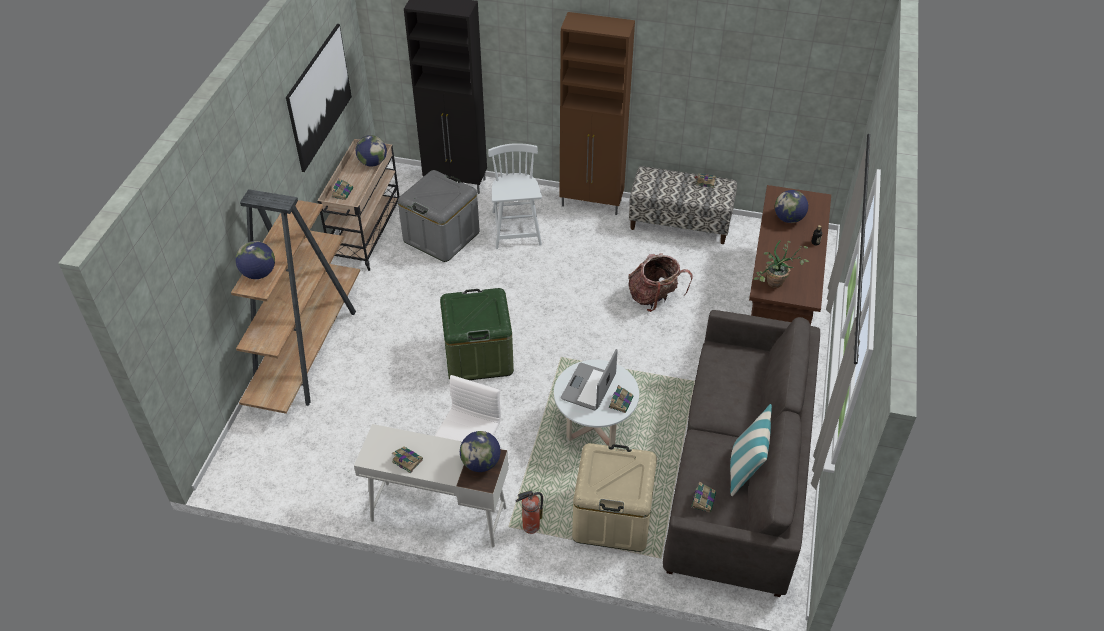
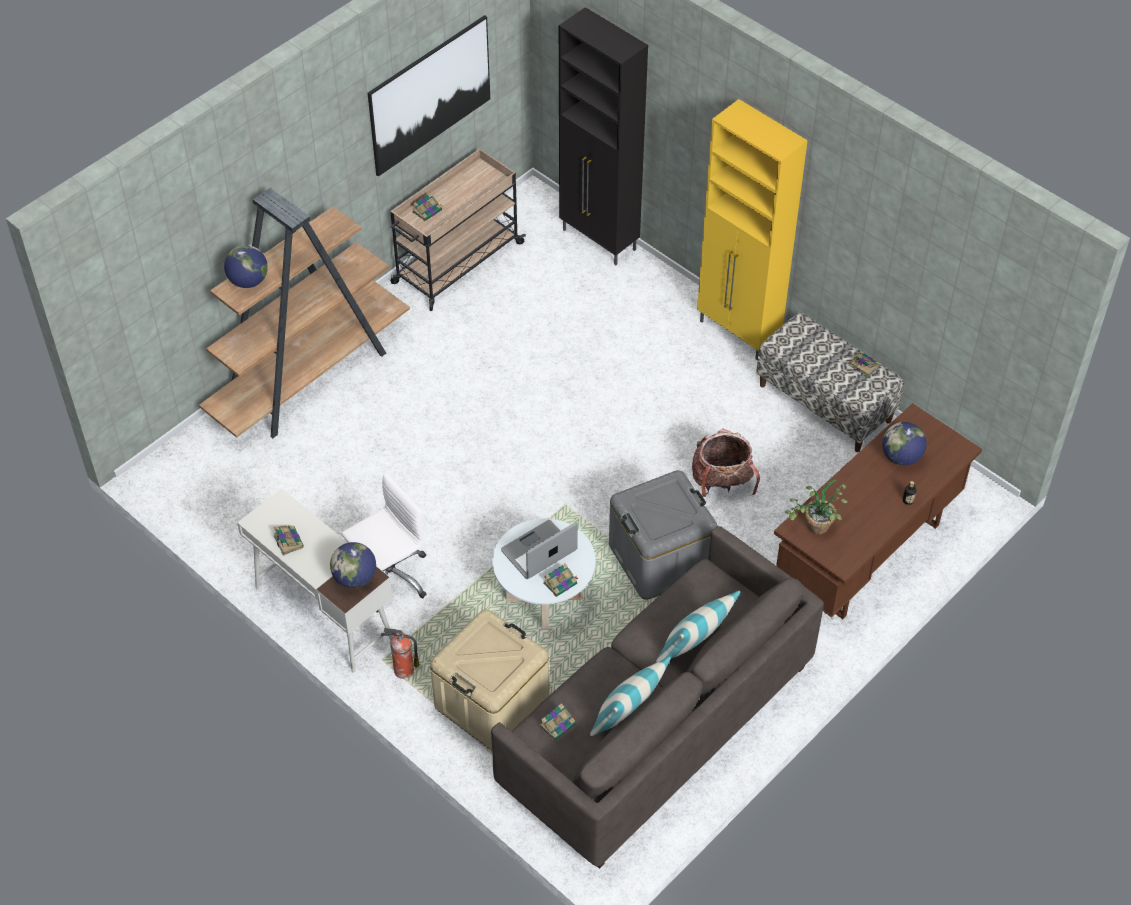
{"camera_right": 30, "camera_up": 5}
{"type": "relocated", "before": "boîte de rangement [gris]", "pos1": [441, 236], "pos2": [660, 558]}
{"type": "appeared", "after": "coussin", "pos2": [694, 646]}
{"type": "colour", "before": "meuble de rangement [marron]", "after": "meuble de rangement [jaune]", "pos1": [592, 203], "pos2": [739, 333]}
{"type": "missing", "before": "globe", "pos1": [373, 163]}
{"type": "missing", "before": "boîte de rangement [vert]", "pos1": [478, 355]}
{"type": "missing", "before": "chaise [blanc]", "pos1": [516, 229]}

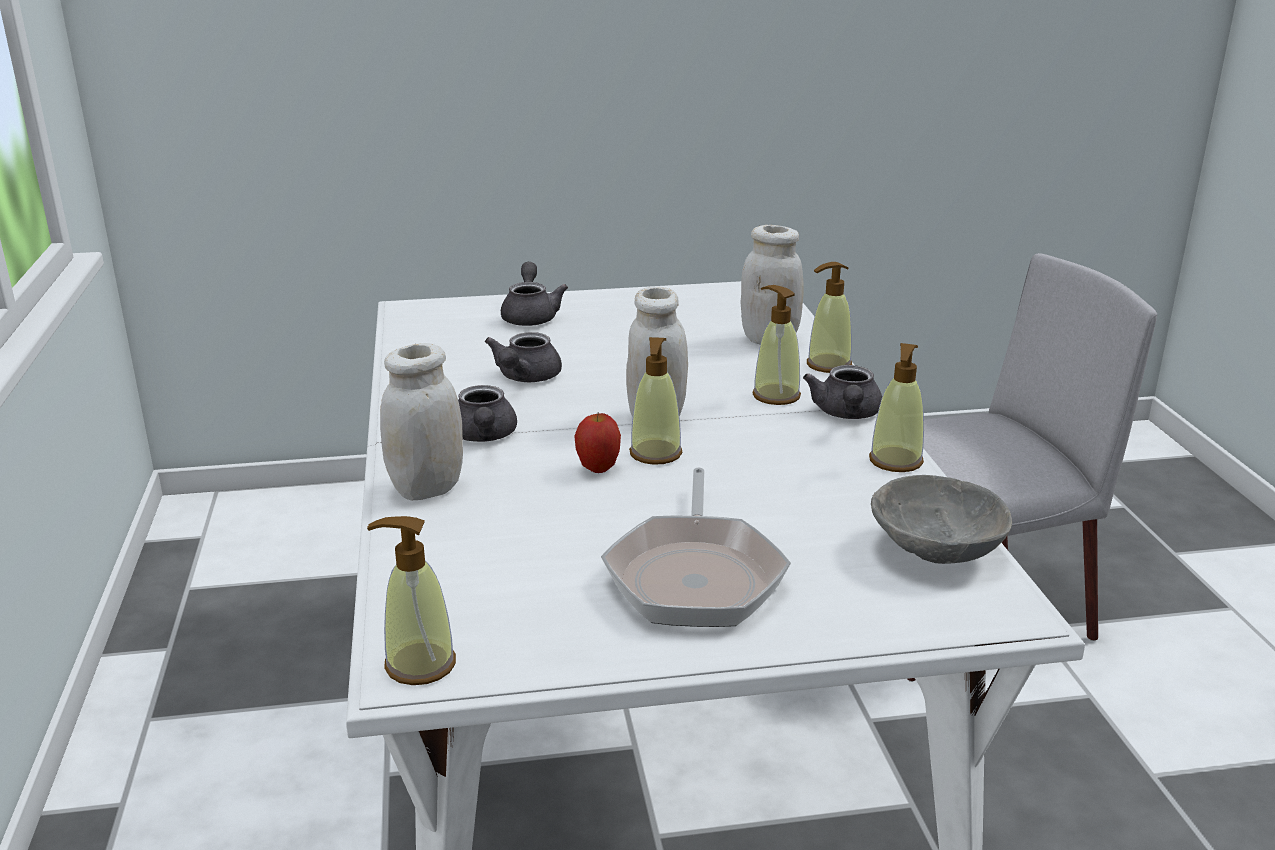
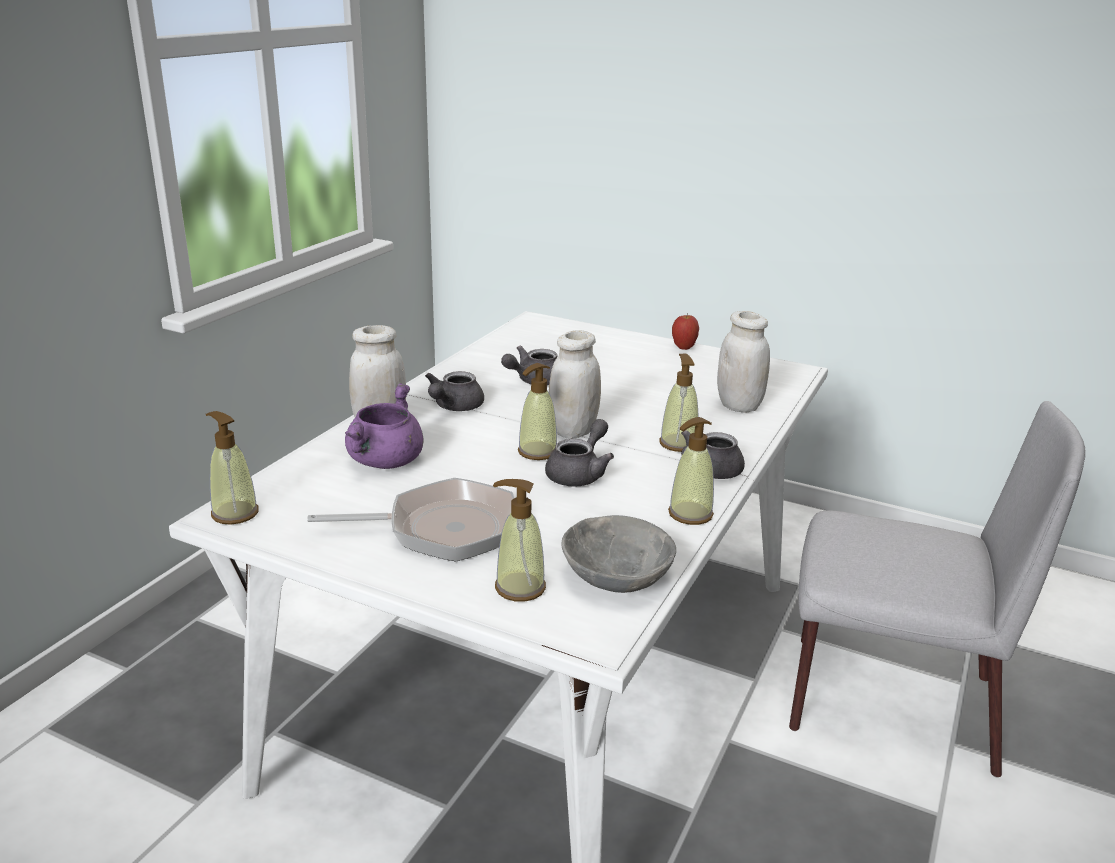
{"camera_right": 35, "camera_up": 0}
{"type": "spun", "before": "poêle", "pos1": [695, 575], "pos2": [443, 529], "turn": -135}
{"type": "appeared", "after": "marmite [violet]", "pos2": [386, 462]}
{"type": "relocated", "before": "distributeur de savon", "pos1": [828, 365], "pos2": [519, 587]}
{"type": "relocated", "before": "théière [gris]", "pos1": [531, 316], "pos2": [579, 473]}
{"type": "relocated", "before": "pomme", "pos1": [598, 469], "pos2": [683, 348]}

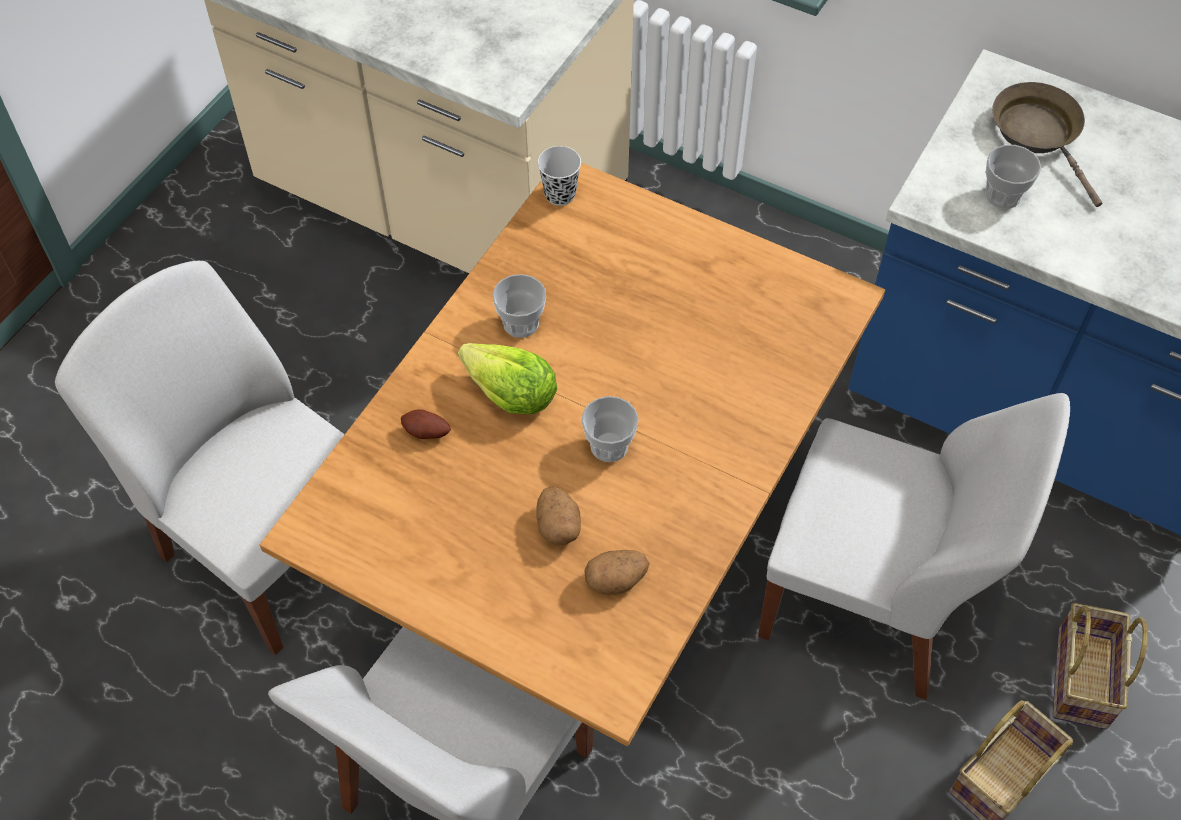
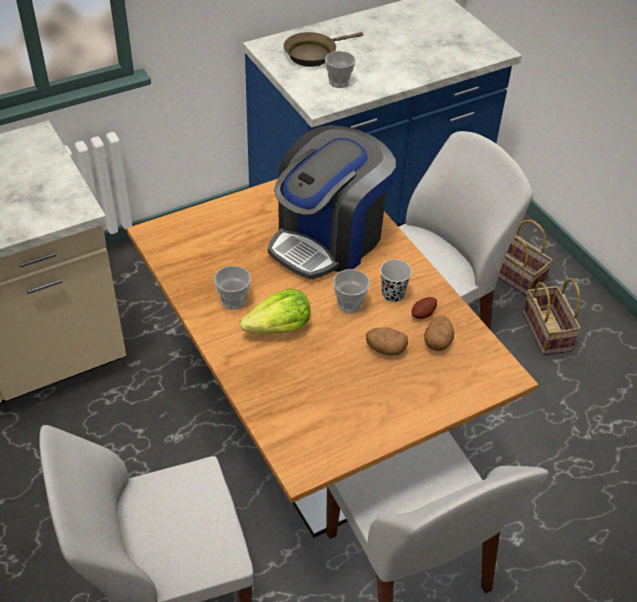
{"camera_right": -60, "camera_up": -10}
{"type": "appeared", "after": "machine à café", "pos2": [328, 239]}
{"type": "spun", "before": "poêle [marron]", "pos1": [1039, 135], "pos2": [313, 54], "turn": -45}
{"type": "relocated", "before": "tasse [noir]", "pos1": [560, 194], "pos2": [393, 294]}
{"type": "relocated", "before": "pomme de terre", "pos1": [426, 433], "pos2": [424, 314]}

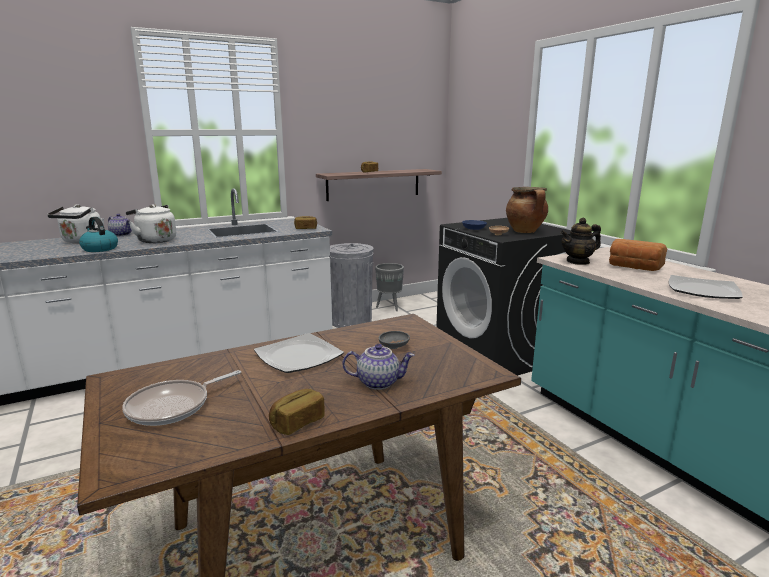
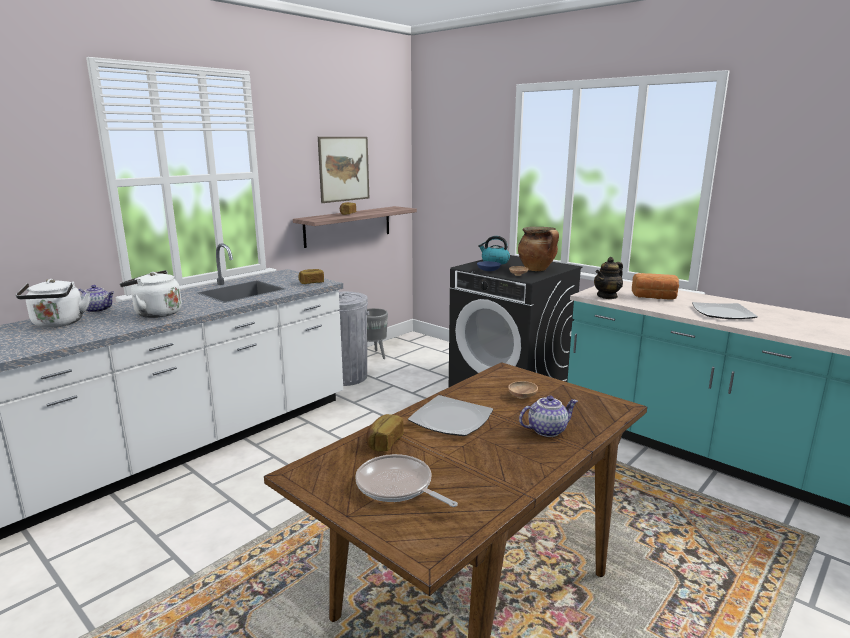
{"camera_right": -20, "camera_up": 0}
{"type": "appeared", "after": "tableau", "pos2": [344, 169]}
{"type": "spun", "before": "poêle", "pos1": [173, 406], "pos2": [397, 486], "turn": 105}
{"type": "relocated", "before": "pain", "pos1": [297, 422], "pos2": [384, 442]}
{"type": "relocated", "before": "bouilloire", "pos1": [99, 249], "pos2": [494, 262]}
{"type": "colour", "before": "bol [gris]", "after": "bol [marron]", "pos1": [394, 347], "pos2": [522, 396]}

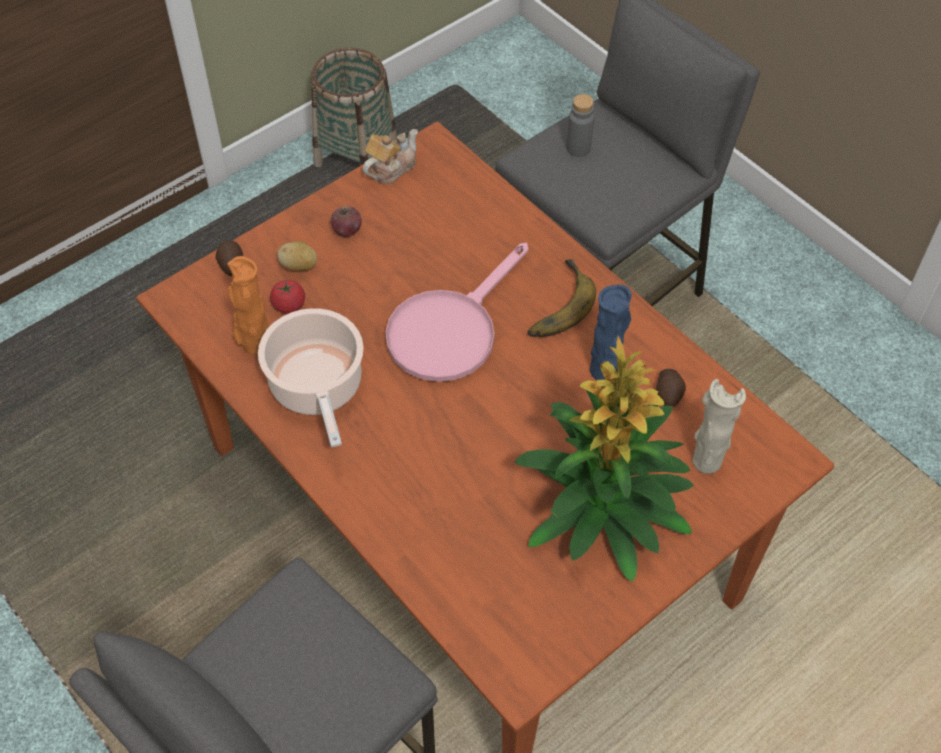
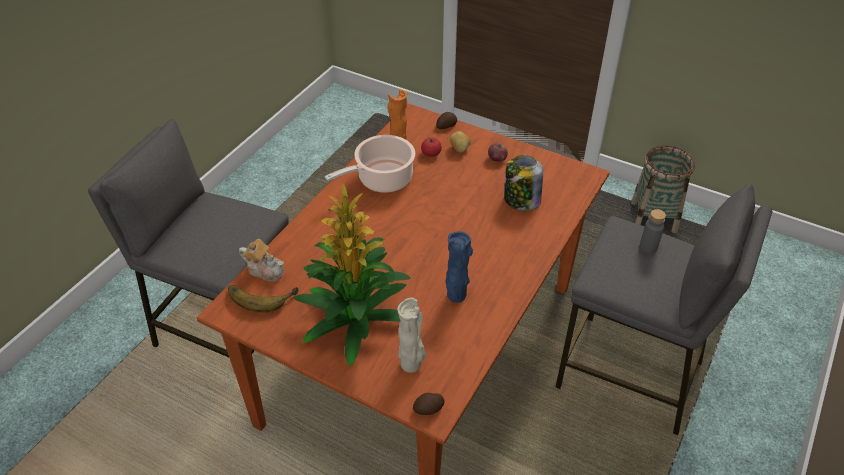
{"camera_right": 70, "camera_up": -10}
{"type": "relocated", "before": "banane", "pos1": [554, 304], "pos2": [261, 294]}
{"type": "relocated", "before": "théière", "pos1": [390, 168], "pos2": [265, 270]}
{"type": "relocated", "before": "pomme de terre", "pos1": [669, 393], "pos2": [429, 409]}
{"type": "appeared", "after": "bocal", "pos2": [521, 200]}
{"type": "missing", "before": "poêle [rose]", "pos1": [450, 329]}

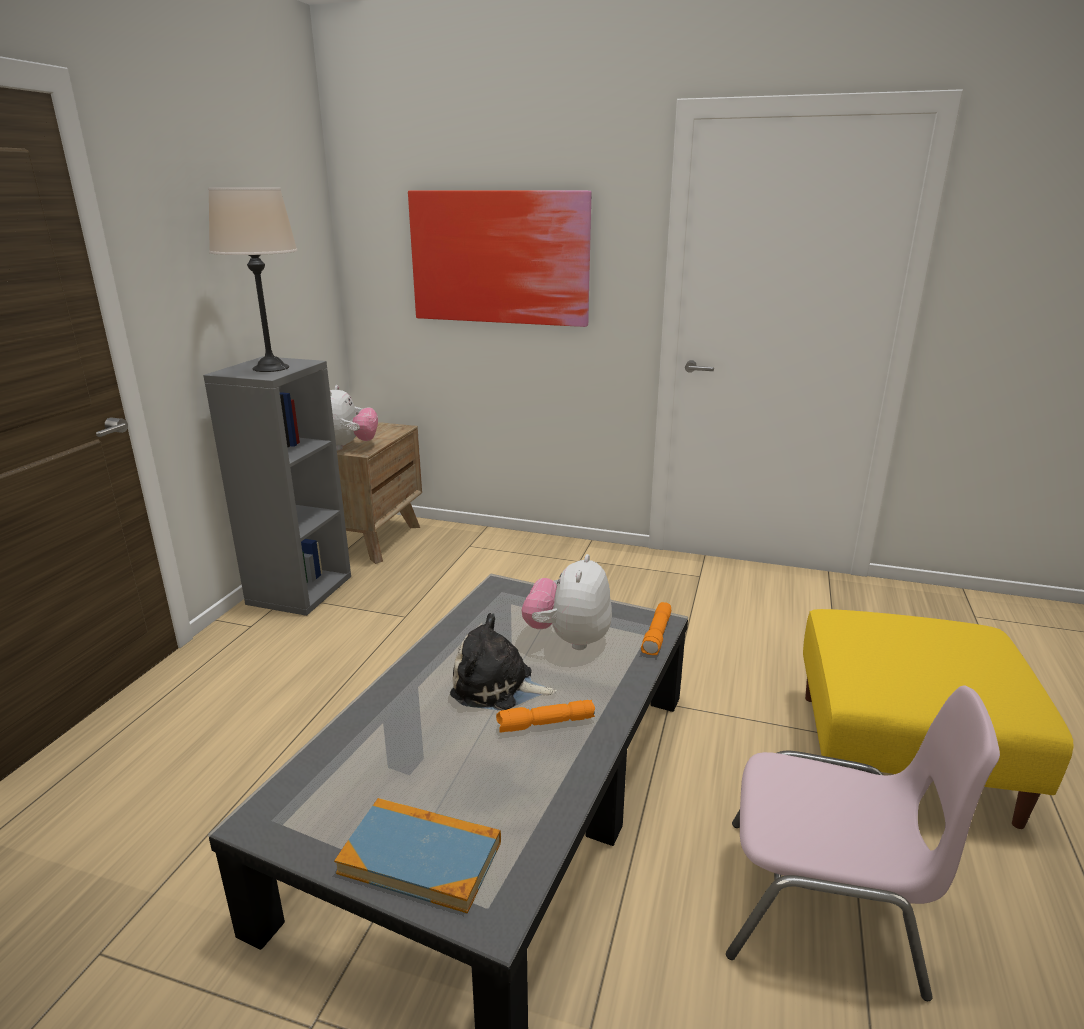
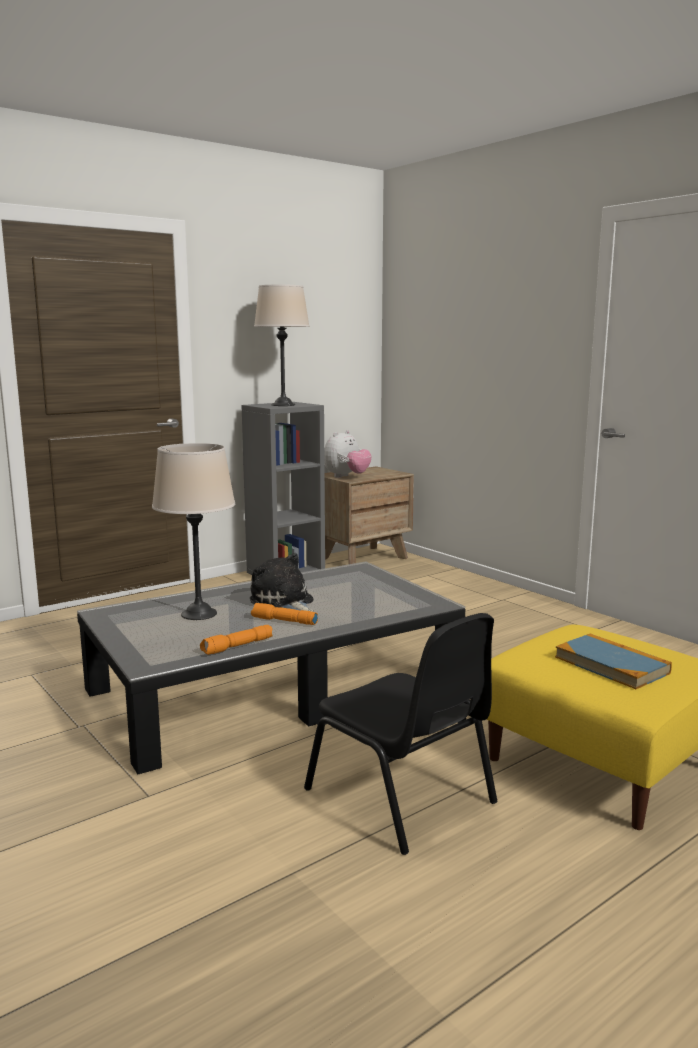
{"camera_right": 35, "camera_up": -10}
{"type": "appeared", "after": "lampe de table [beige]", "pos2": [198, 614]}
{"type": "relocated", "before": "lampe de poche [orange]", "pos1": [657, 635], "pos2": [237, 647]}
{"type": "colour", "before": "chaise [rose]", "after": "chaise [noir]", "pos1": [824, 906], "pos2": [402, 797]}
{"type": "relocated", "before": "livre", "pos1": [420, 857], "pos2": [611, 665]}
{"type": "missing", "before": "tableau", "pos1": [499, 258]}
{"type": "missing", "before": "peluche", "pos1": [569, 639]}

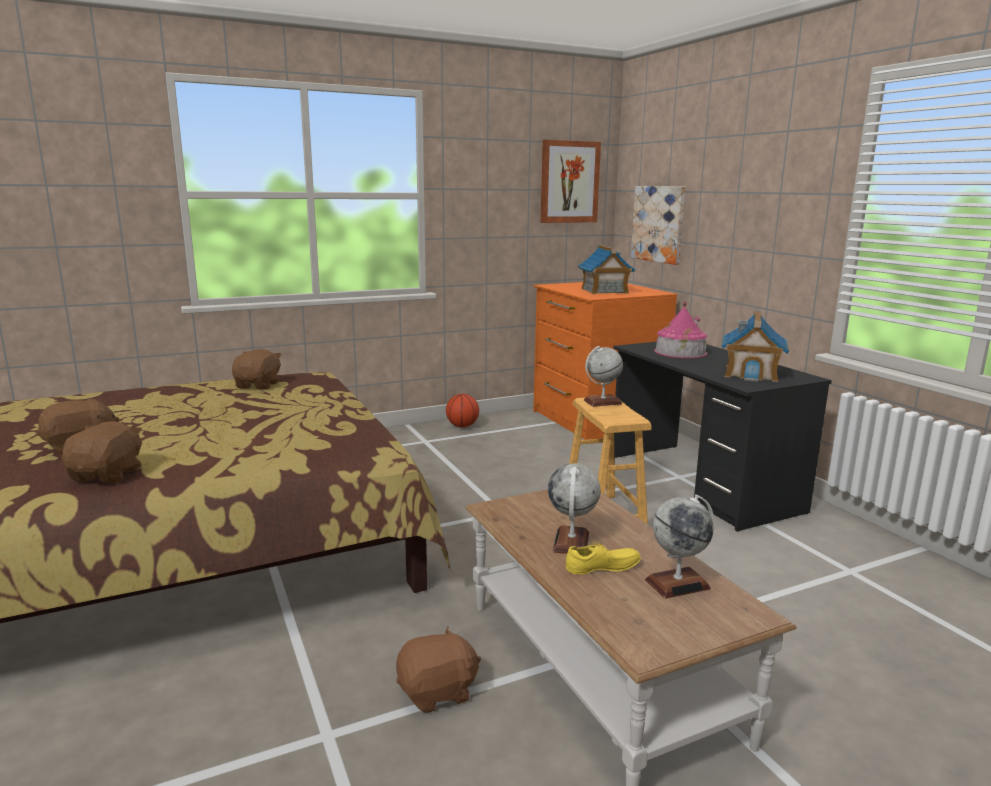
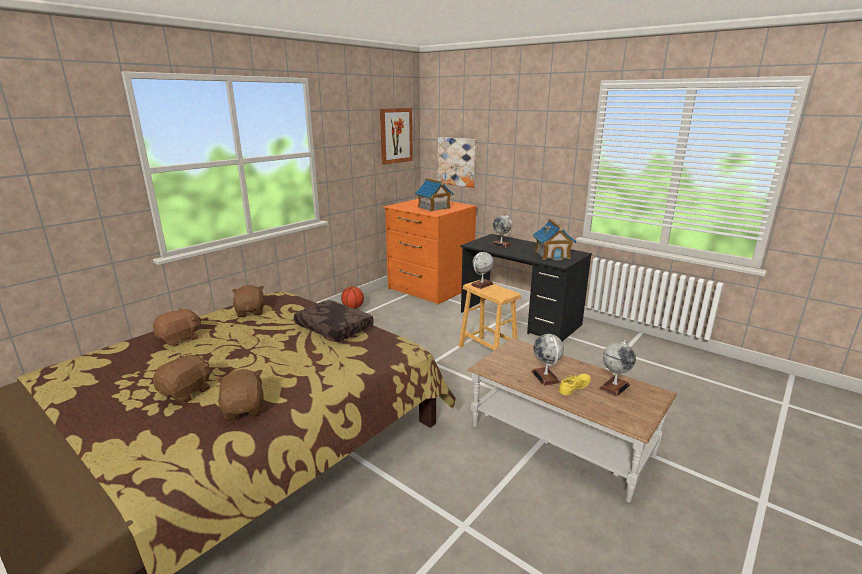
{"camera_right": -25, "camera_up": 5}
{"type": "relocated", "before": "peluche [marron]", "pos1": [437, 692], "pos2": [180, 339]}
{"type": "appeared", "after": "coussin [marron]", "pos2": [332, 328]}
{"type": "exchanged", "before": "maison miniature", "after": "globe", "pos1": [680, 352], "pos2": [501, 244]}

